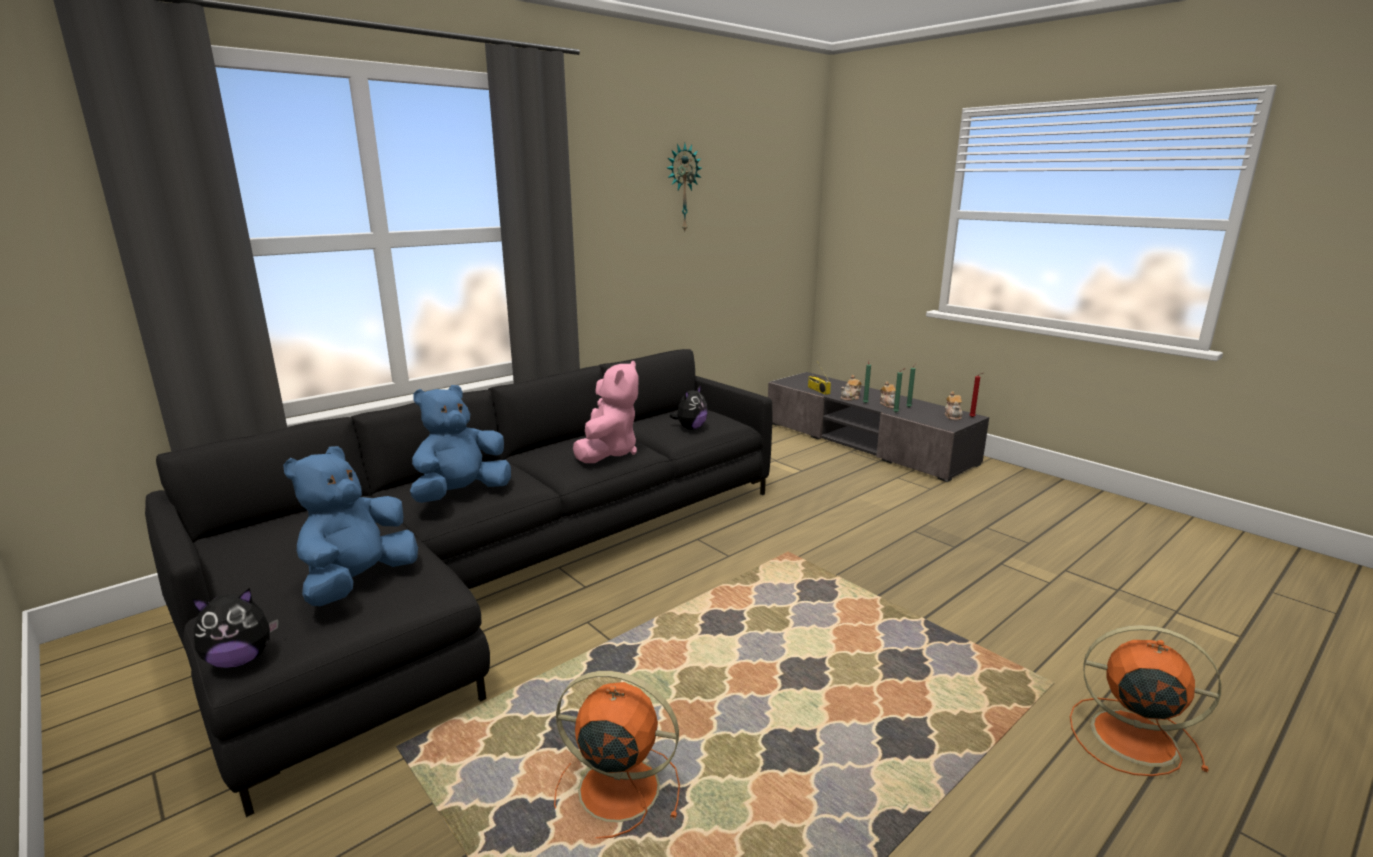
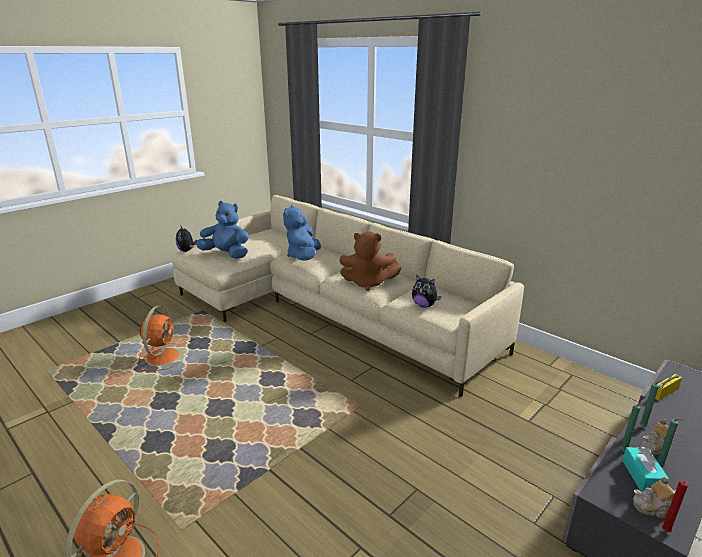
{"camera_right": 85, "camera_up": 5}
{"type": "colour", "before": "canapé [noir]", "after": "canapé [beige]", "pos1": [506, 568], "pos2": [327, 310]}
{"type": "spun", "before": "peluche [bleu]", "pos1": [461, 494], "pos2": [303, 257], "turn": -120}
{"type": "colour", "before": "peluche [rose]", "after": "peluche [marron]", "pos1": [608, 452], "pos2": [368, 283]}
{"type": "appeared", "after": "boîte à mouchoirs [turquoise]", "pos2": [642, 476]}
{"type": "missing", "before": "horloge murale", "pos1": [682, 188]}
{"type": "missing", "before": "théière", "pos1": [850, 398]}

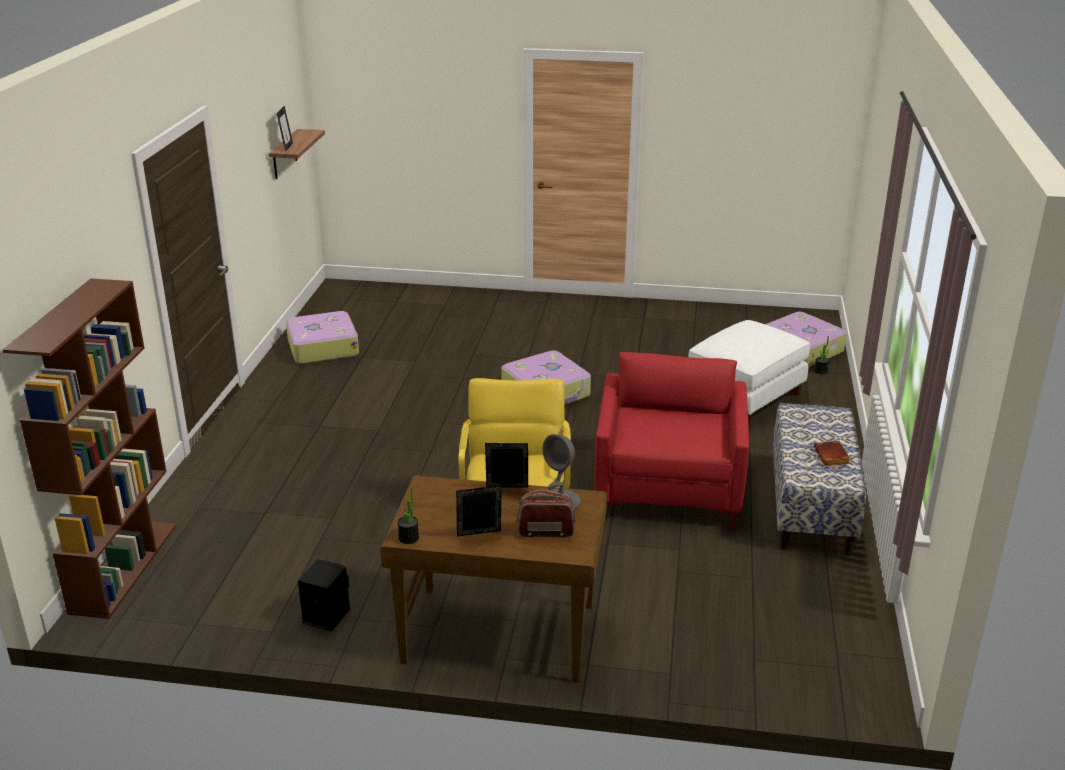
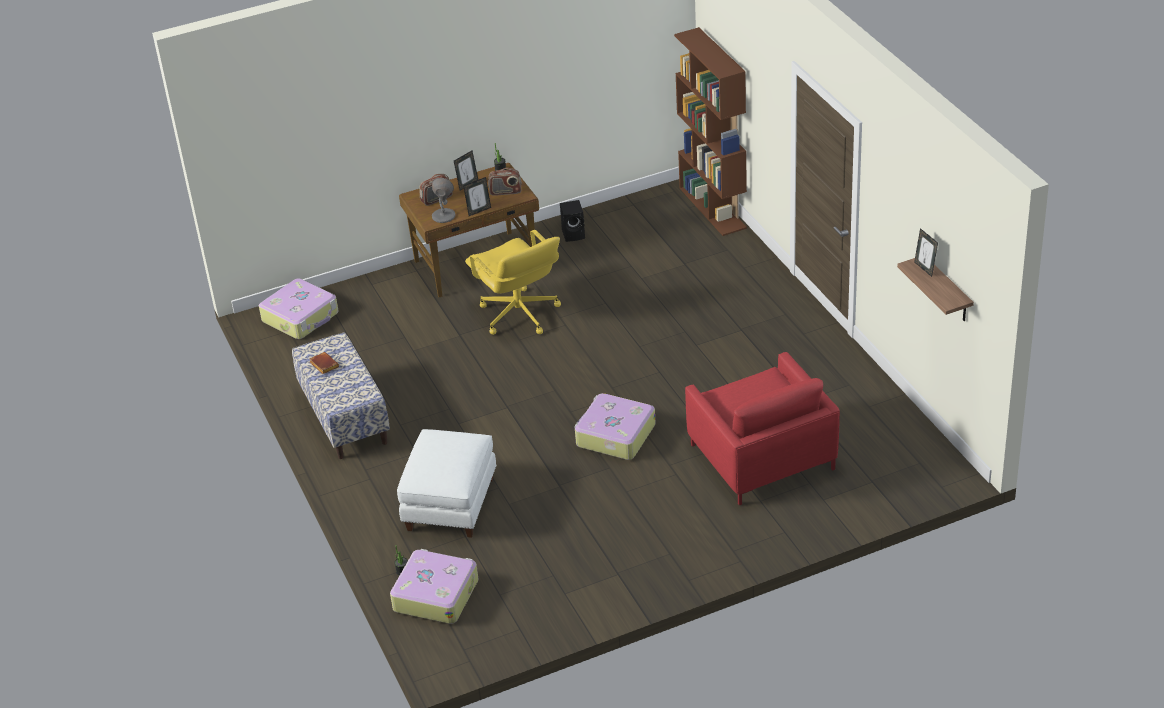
{"camera_right": 150, "camera_up": 10}
{"type": "relocated", "before": "valise", "pos1": [322, 347], "pos2": [301, 317]}
{"type": "appeared", "after": "radio", "pos2": [505, 192]}
{"type": "relocated", "before": "fauteuil [rouge]", "pos1": [668, 488], "pos2": [761, 457]}

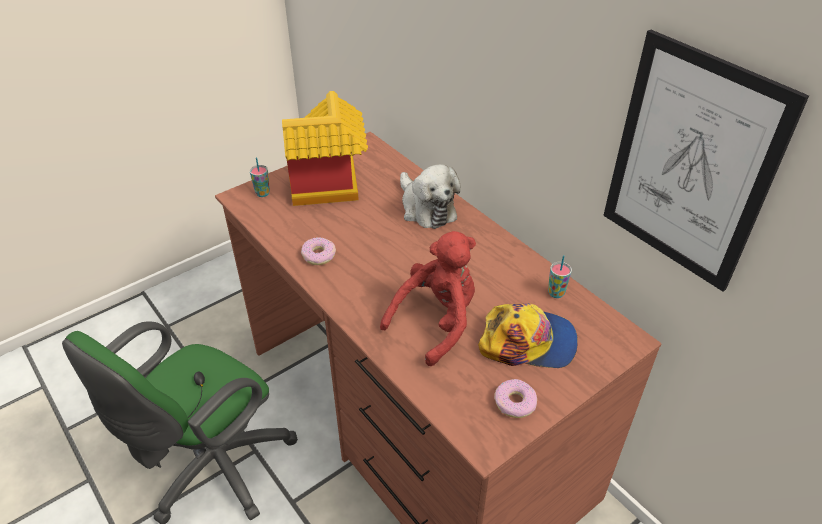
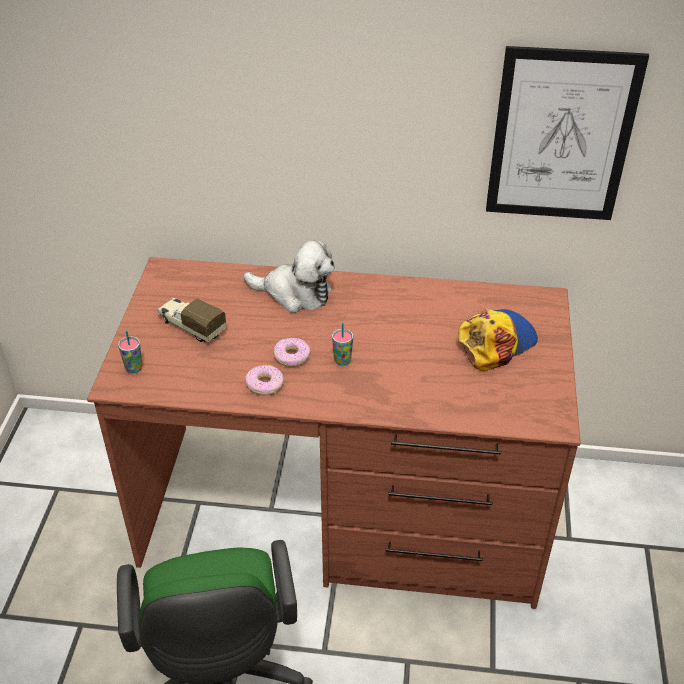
{"camera_right": -45, "camera_up": 0}
{"type": "exchanged", "before": "maison miniature", "after": "camion jouet", "pos1": [330, 189], "pos2": [191, 326]}
{"type": "relocated", "before": "beignet", "pos1": [514, 403], "pos2": [292, 357]}
{"type": "relocated", "before": "tasse", "pos1": [556, 293], "pos2": [342, 360]}
{"type": "missing", "before": "peluche [rouge]", "pos1": [436, 322]}

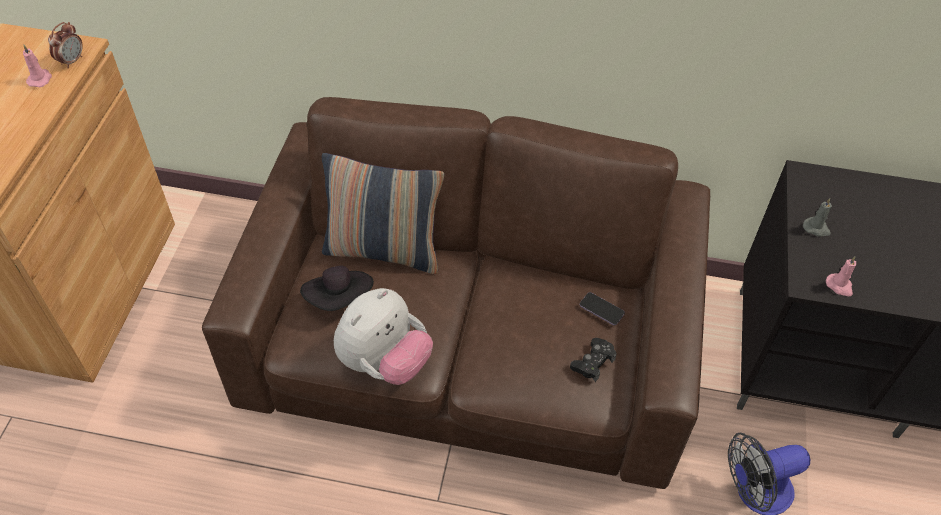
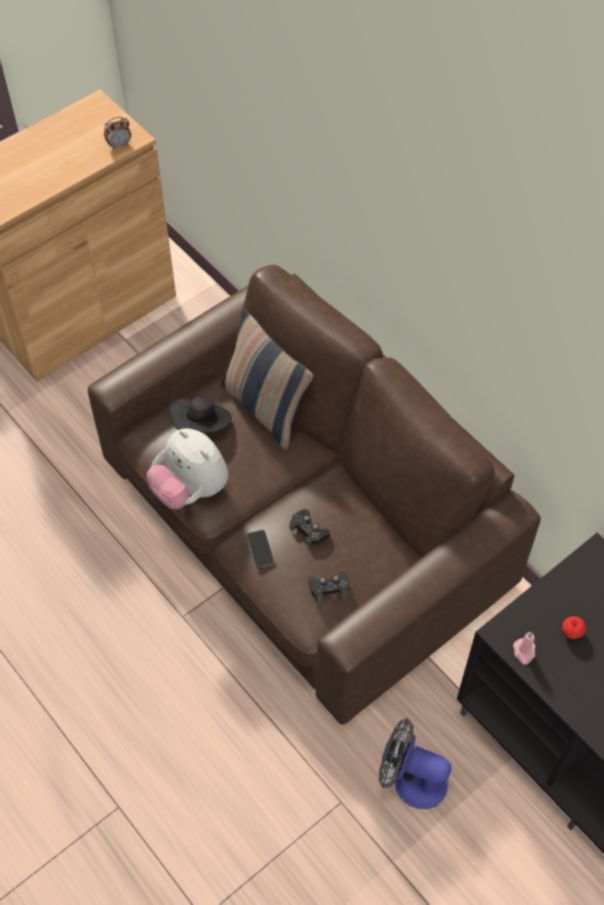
{"camera_right": 40, "camera_up": 5}
{"type": "spun", "before": "peluche", "pos1": [384, 362], "pos2": [190, 489], "turn": 60}
{"type": "relocated", "before": "téléphone", "pos1": [601, 309], "pos2": [260, 549]}
{"type": "appeared", "after": "manette [noir]", "pos2": [309, 530]}
{"type": "appeared", "after": "pomme", "pos2": [571, 632]}
{"type": "missing", "before": "bougie [rose]", "pos1": [40, 79]}
{"type": "missing", "before": "bougie [gris]", "pos1": [816, 228]}

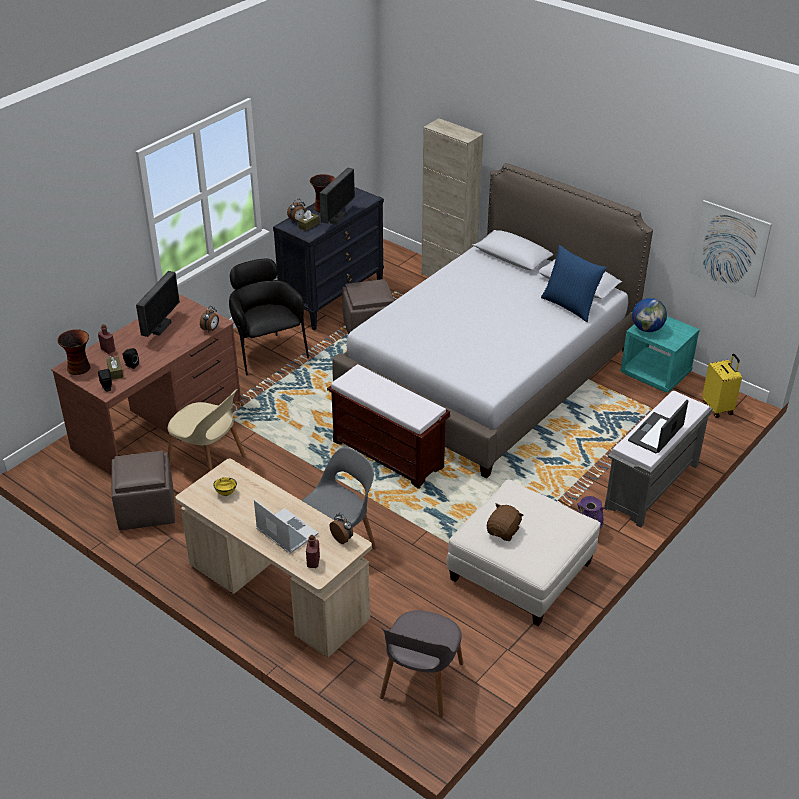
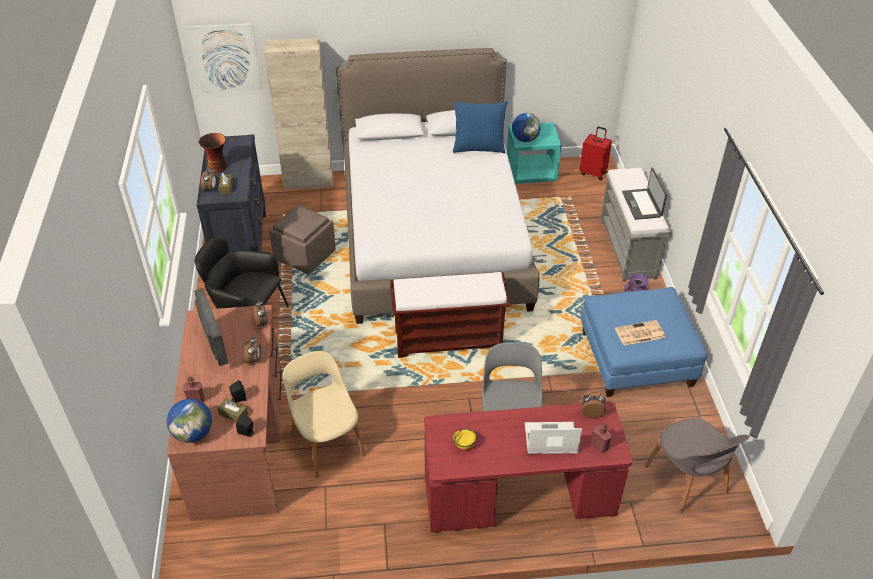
{"camera_right": -45, "camera_up": 5}
{"type": "exchanged", "before": "vase", "after": "globe", "pos1": [79, 367], "pos2": [193, 433]}
{"type": "relocated", "before": "tableau", "pos1": [729, 248], "pos2": [226, 58]}
{"type": "appeared", "after": "réveil", "pos2": [254, 359]}
{"type": "spun", "before": "chaise [beige]", "pos1": [208, 463], "pos2": [327, 443], "turn": -105}
{"type": "colour", "before": "bureau [beige]", "after": "bureau [rouge]", "pos1": [277, 593], "pos2": [519, 499]}
{"type": "colour", "before": "valise [jaune]", "after": "valise [rouge]", "pos1": [718, 408], "pos2": [593, 173]}
{"type": "colour", "before": "pouf [blanc]", "after": "pouf [bleu]", "pos1": [520, 571], "pos2": [636, 358]}
{"type": "exchanged", "before": "peluche [marron]", "after": "journal", "pos1": [503, 531], "pos2": [639, 333]}
{"type": "missing", "before": "pouf [marron]", "pos1": [146, 509]}
{"type": "missing", "before": "écran d'ordinateur", "pos1": [337, 218]}

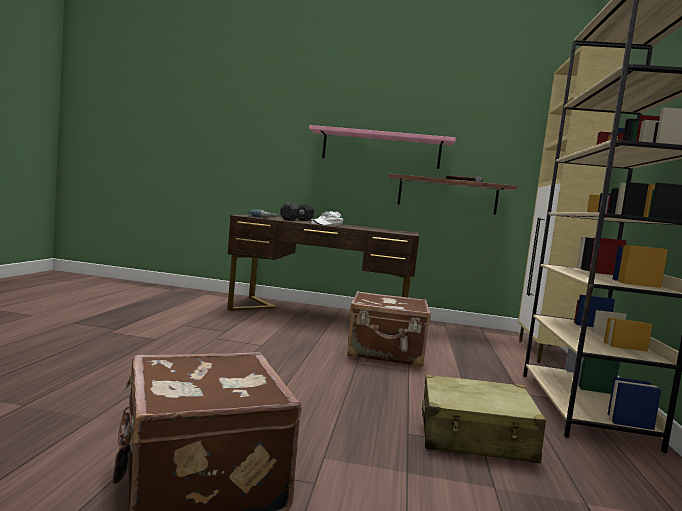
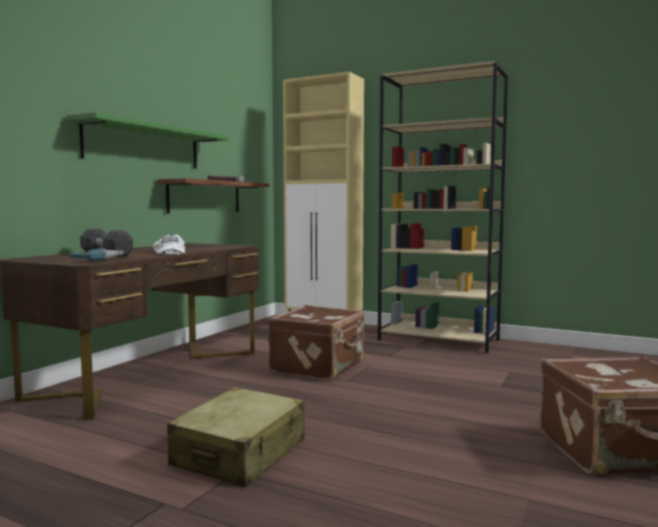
{"camera_right": -70, "camera_up": 0}
{"type": "colour", "before": "étagère [rose]", "after": "étagère [vert]", "pos1": [381, 149], "pos2": [144, 146]}
{"type": "relocated", "before": "valise [beige]", "pos1": [475, 436], "pos2": [240, 453]}

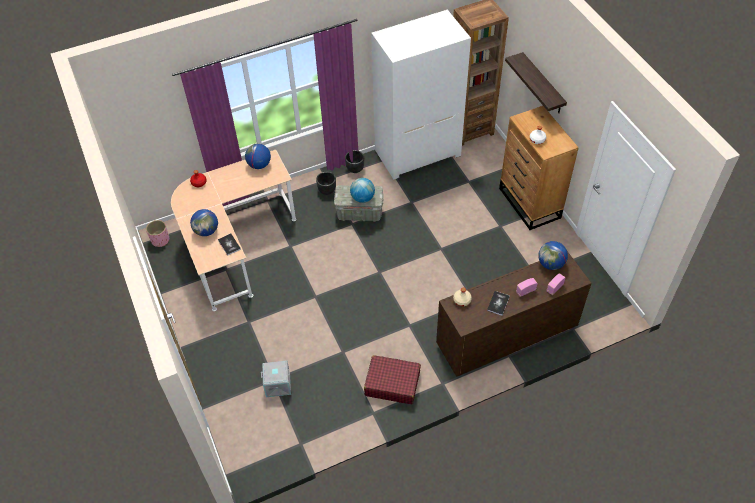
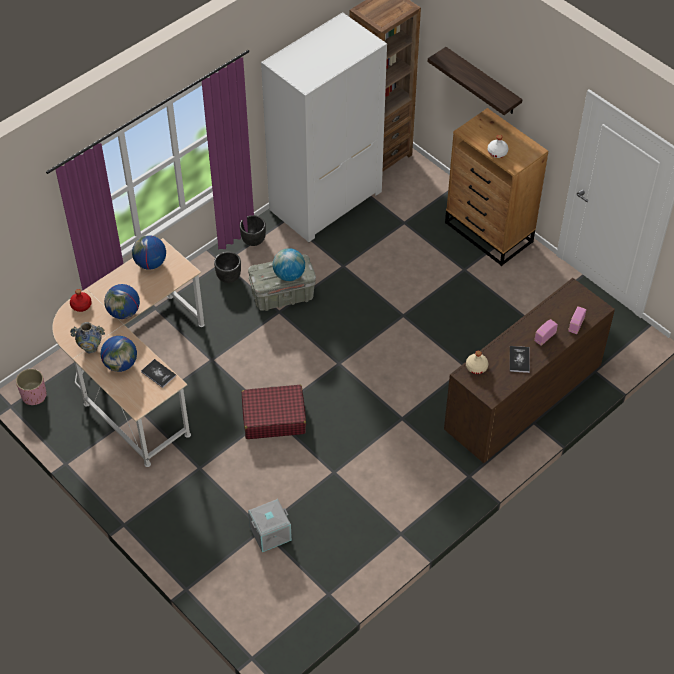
{"camera_right": -20, "camera_up": 0}
{"type": "appeared", "after": "vase", "pos2": [91, 348]}
{"type": "relocated", "before": "globe", "pos1": [551, 264], "pos2": [124, 312]}
{"type": "relocated", "before": "valise [rouge]", "pos1": [392, 383], "pos2": [273, 418]}

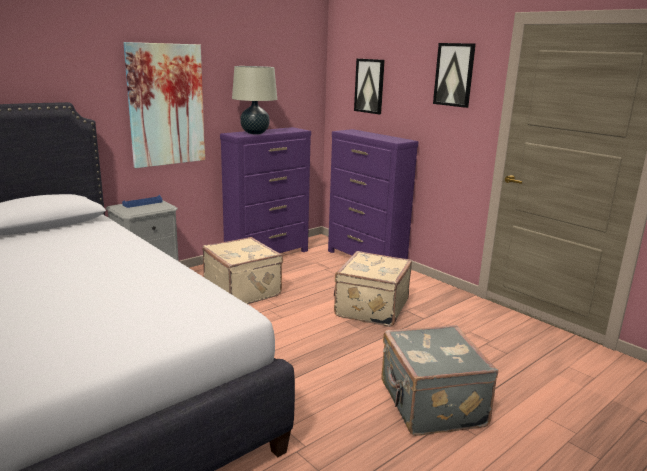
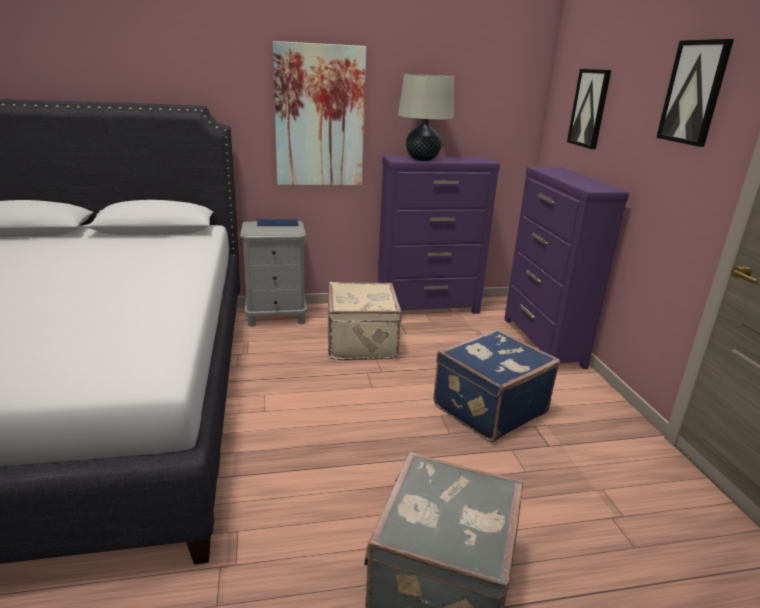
{"camera_right": 30, "camera_up": 5}
{"type": "colour", "before": "valise [beige]", "after": "valise [bleu]", "pos1": [370, 308], "pos2": [488, 408]}

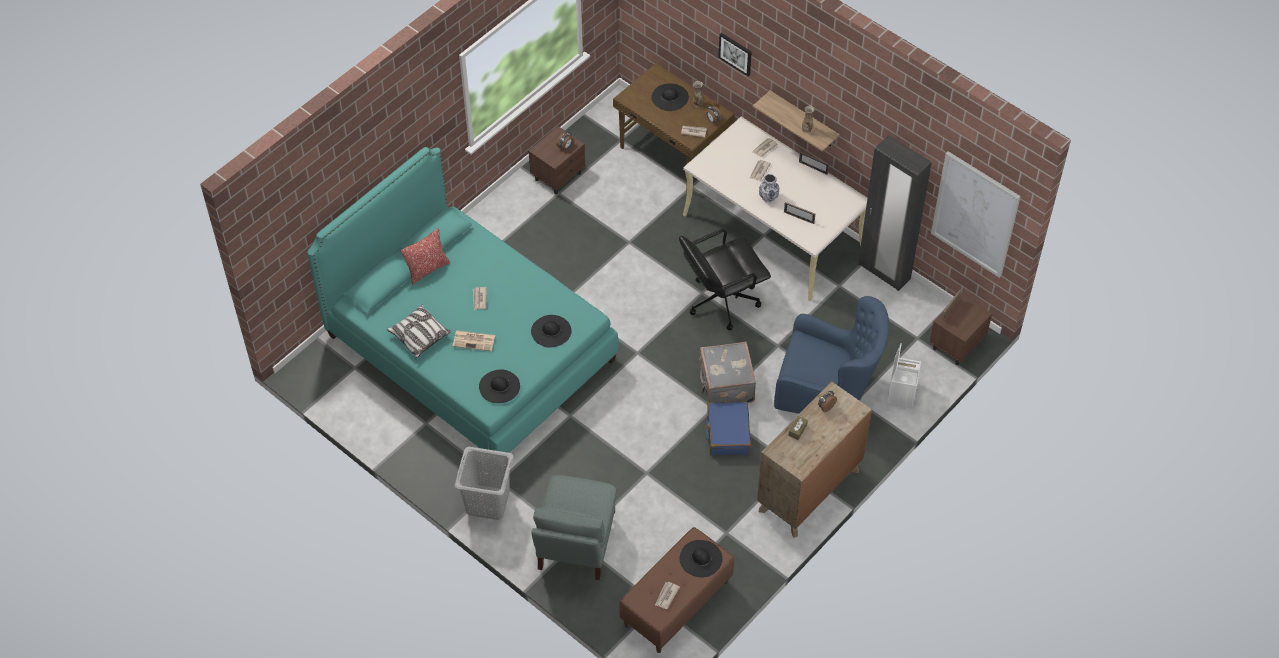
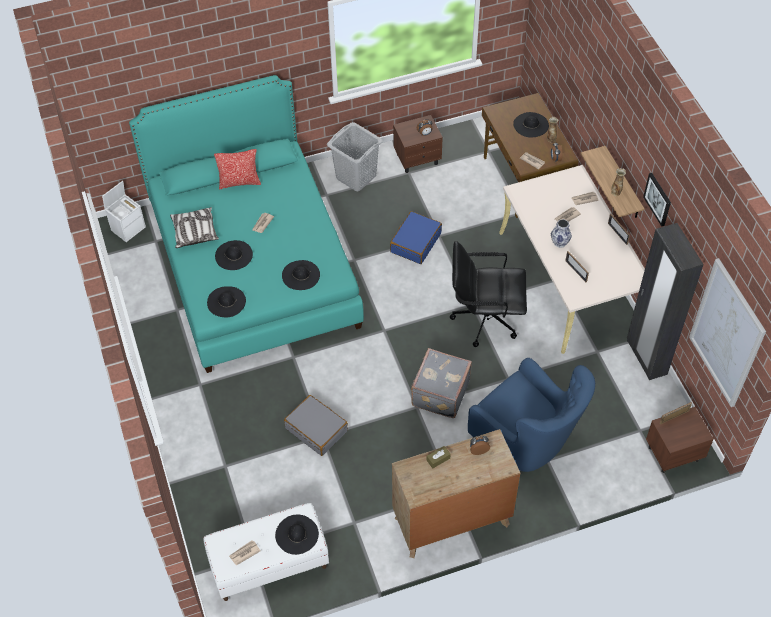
{"camera_right": 30, "camera_up": 0}
{"type": "relocated", "before": "boîte de rangement [blanc]", "pos1": [901, 391], "pos2": [128, 228]}
{"type": "colour", "before": "banc [marron]", "after": "banc [blanc]", "pos1": [676, 604], "pos2": [269, 564]}
{"type": "exchanged", "before": "journal", "after": "chapeau [noir]", "pos1": [474, 340], "pos2": [234, 255]}
{"type": "appeared", "after": "valise [gris]", "pos2": [316, 429]}
{"type": "relocated", "before": "panier à linge [gris]", "pos1": [487, 502], "pos2": [356, 176]}
{"type": "relocated", "before": "valise [bleu]", "pos1": [728, 433], "pos2": [415, 242]}
{"type": "relocated", "before": "tableau", "pos1": [735, 53], "pos2": [658, 199]}
{"type": "missing", "before": "fauteuil [gris]", "pos1": [576, 544]}

